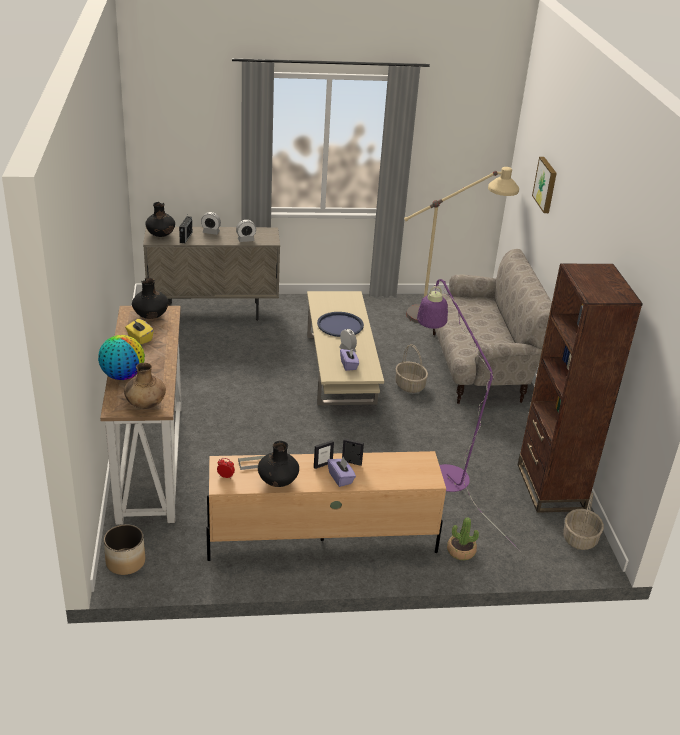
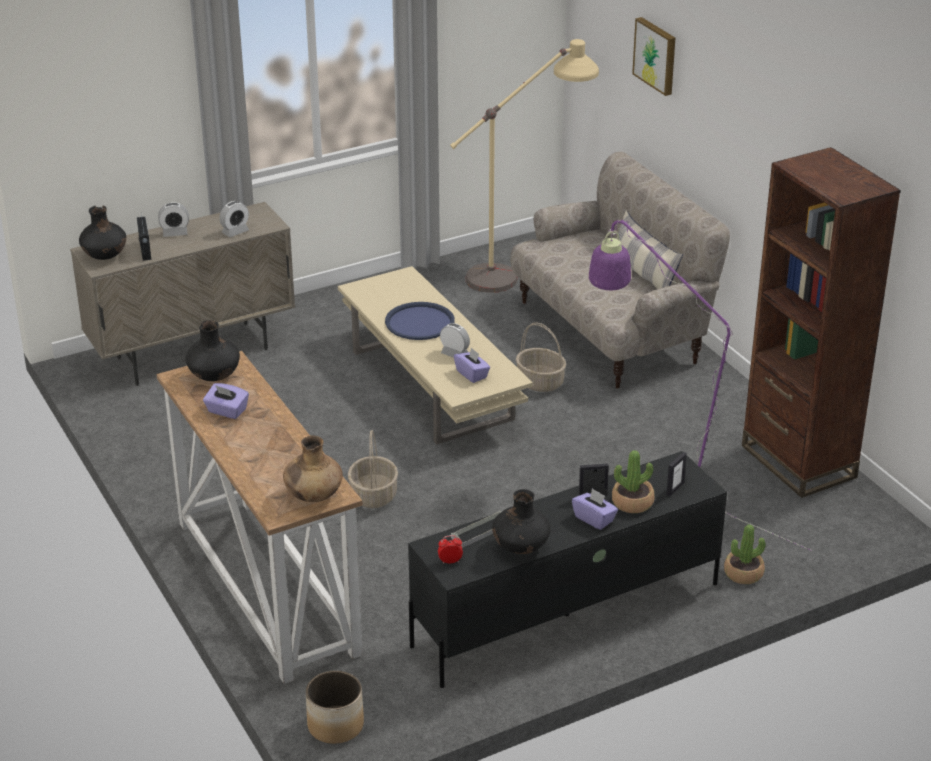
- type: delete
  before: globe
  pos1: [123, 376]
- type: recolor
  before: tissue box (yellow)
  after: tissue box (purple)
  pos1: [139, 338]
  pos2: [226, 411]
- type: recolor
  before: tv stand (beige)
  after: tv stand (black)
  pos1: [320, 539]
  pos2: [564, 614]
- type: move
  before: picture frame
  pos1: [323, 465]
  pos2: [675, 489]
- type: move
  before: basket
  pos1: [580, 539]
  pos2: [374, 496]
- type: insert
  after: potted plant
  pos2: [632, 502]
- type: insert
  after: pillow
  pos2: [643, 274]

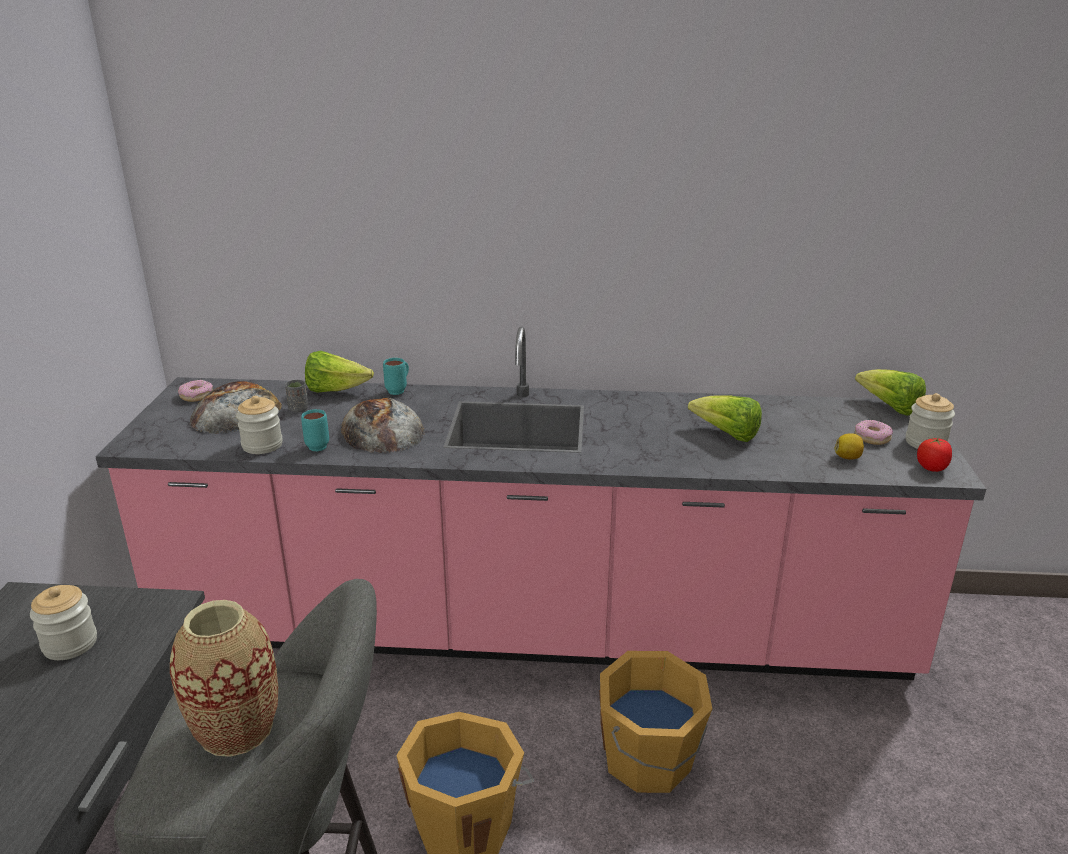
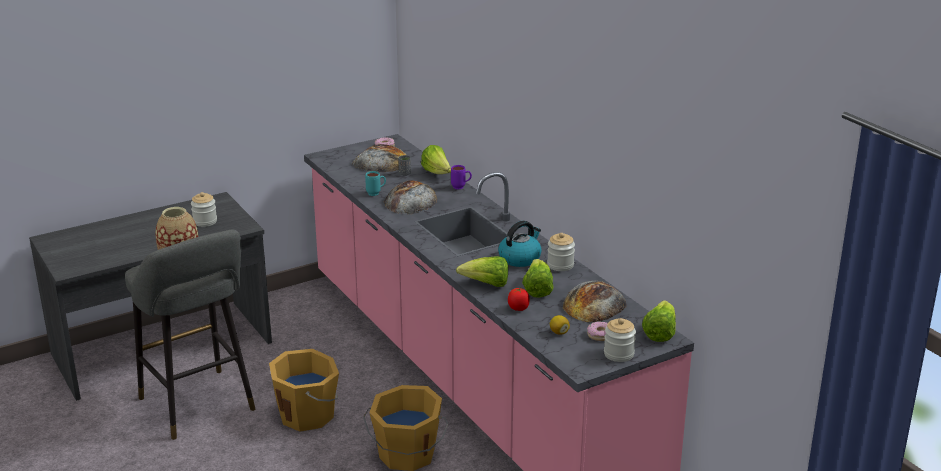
- type: move
  before: jar
  pos1: [262, 445]
  pos2: [560, 265]
- type: recolor
  before: mug (turquoise)
  after: mug (purple)
  pos1: [399, 390]
  pos2: [461, 187]
- type: move
  before: tomato
  pos1: [932, 468]
  pos2: [518, 308]
- type: insert
  after: lettuce
  pos2: [487, 284]
- type: insert
  after: kettle
  pos2: [520, 258]
- type: insert
  after: bread
  pos2: [594, 304]

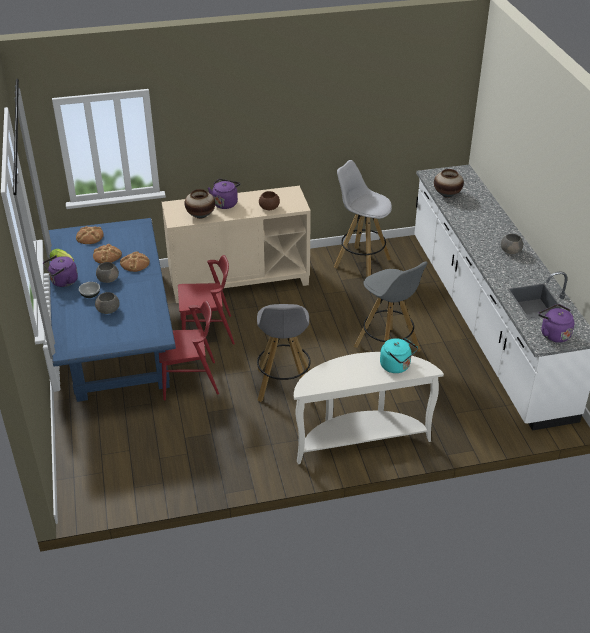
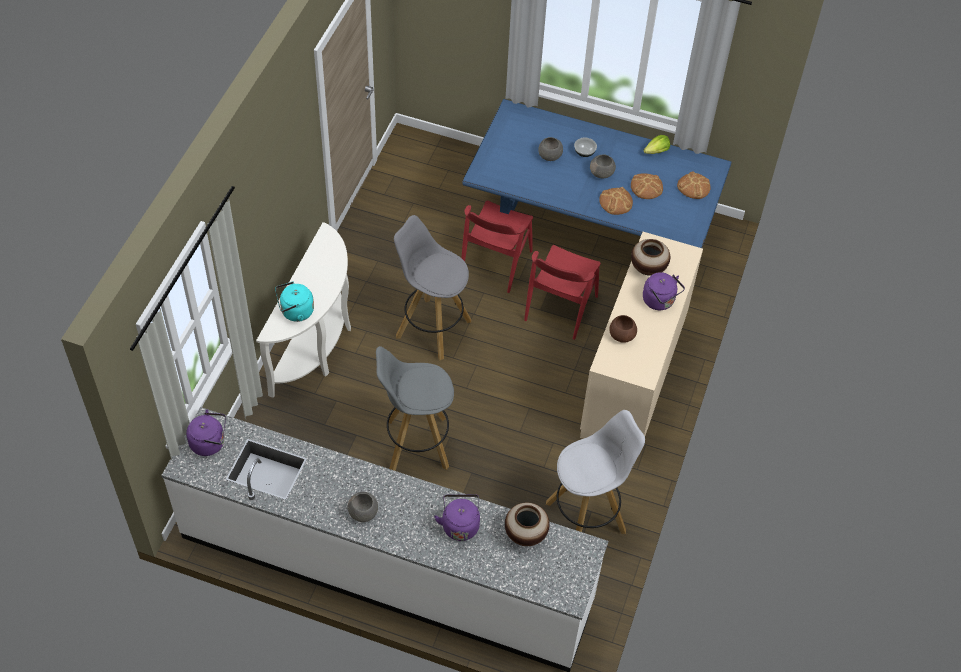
- type: move
  before: kettle (purple)
  pos1: [63, 282]
  pos2: [460, 524]

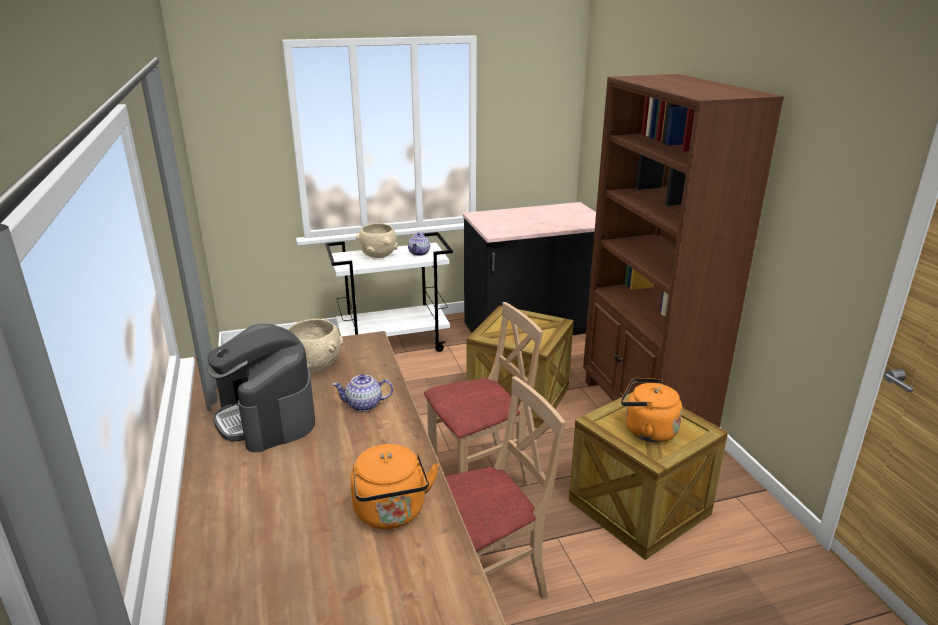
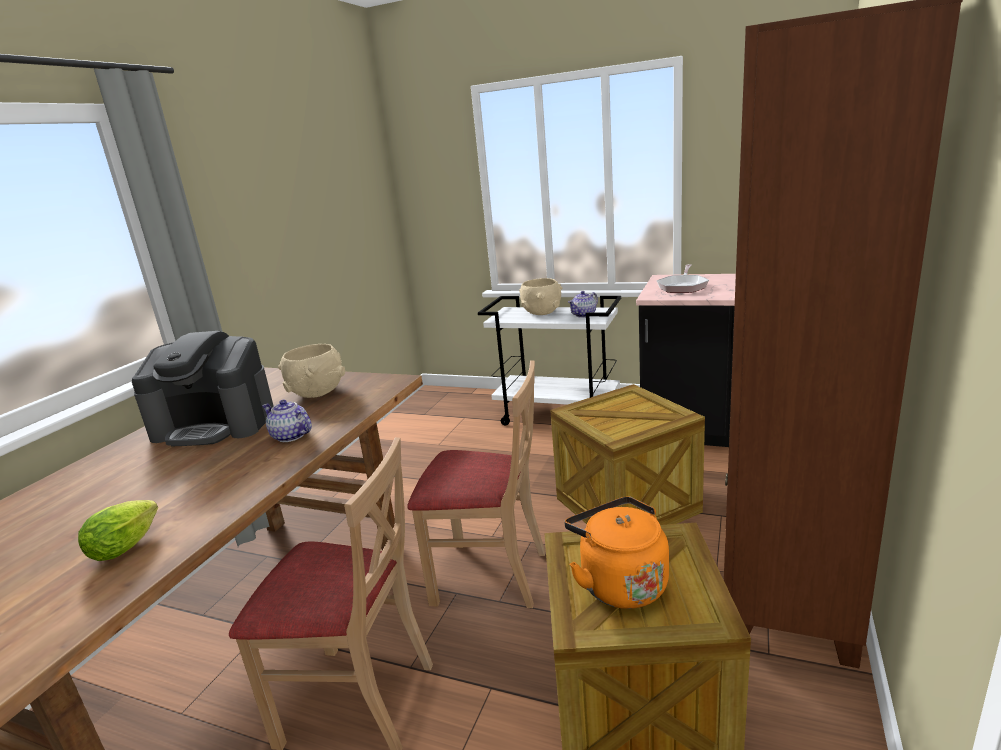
- type: rotate
  before: coffee machine
  pos1: [266, 416]
  pos2: [216, 425]
  turn: -90
- type: replace
  before: kettle (orange)
  after: lettuce
  pos1: [391, 513]
  pos2: [129, 545]
- type: insert
  after: frying pan
  pos2: [682, 287]

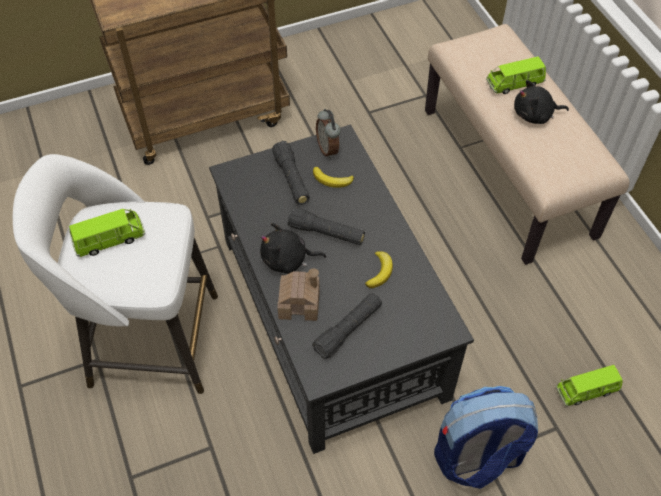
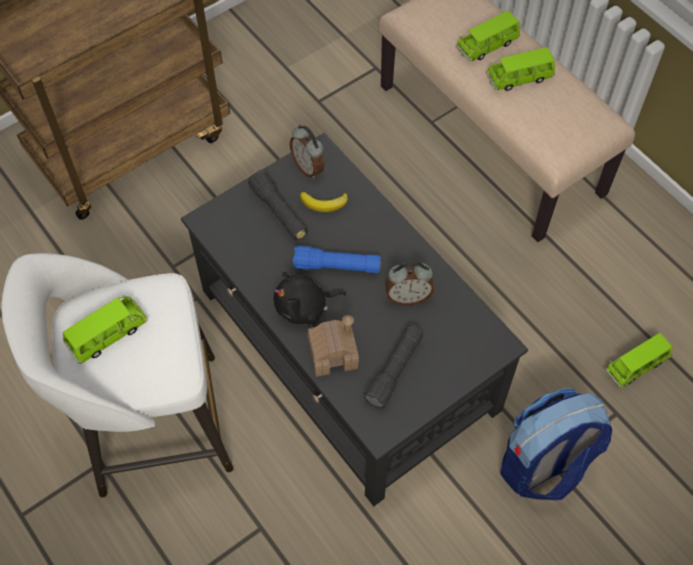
- type: recolor
  before: flashlight (black)
  after: flashlight (blue)
  pos1: [326, 233]
  pos2: [337, 266]
- type: replace
  before: banana
  after: alarm clock
  pos1: [379, 271]
  pos2: [408, 297]
- type: replace
  before: plush toy (black)
  after: toy car (green)
  pos1: [535, 115]
  pos2: [519, 78]

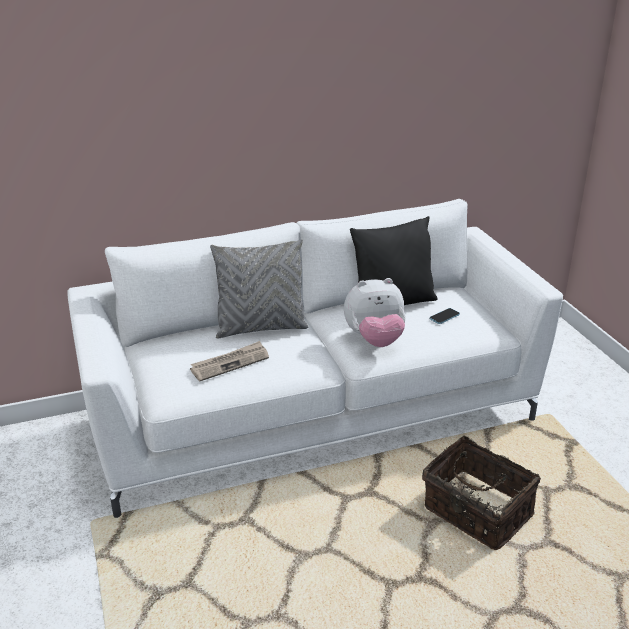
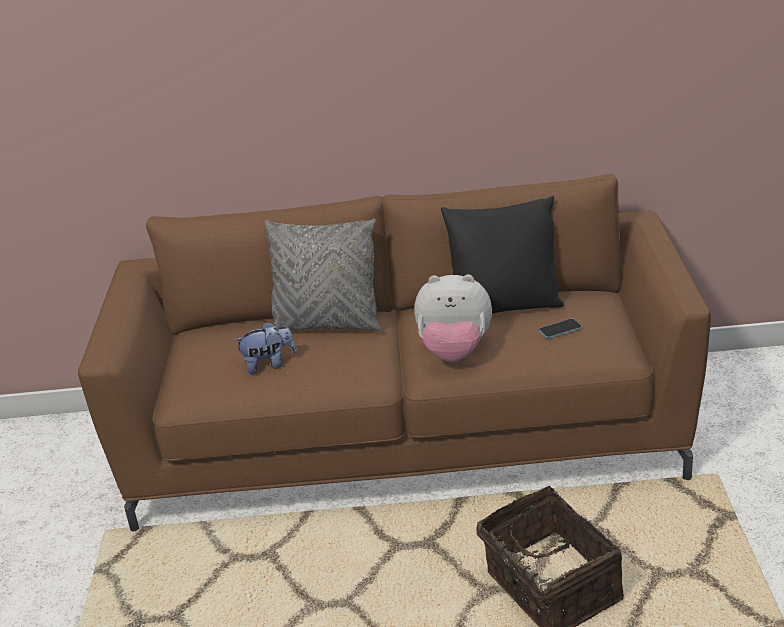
- type: recolor
  before: sofa (white)
  after: sofa (brown)
  pos1: [315, 417]
  pos2: [406, 443]
- type: replace
  before: newspaper
  after: plush toy
  pos1: [230, 363]
  pos2: [269, 365]

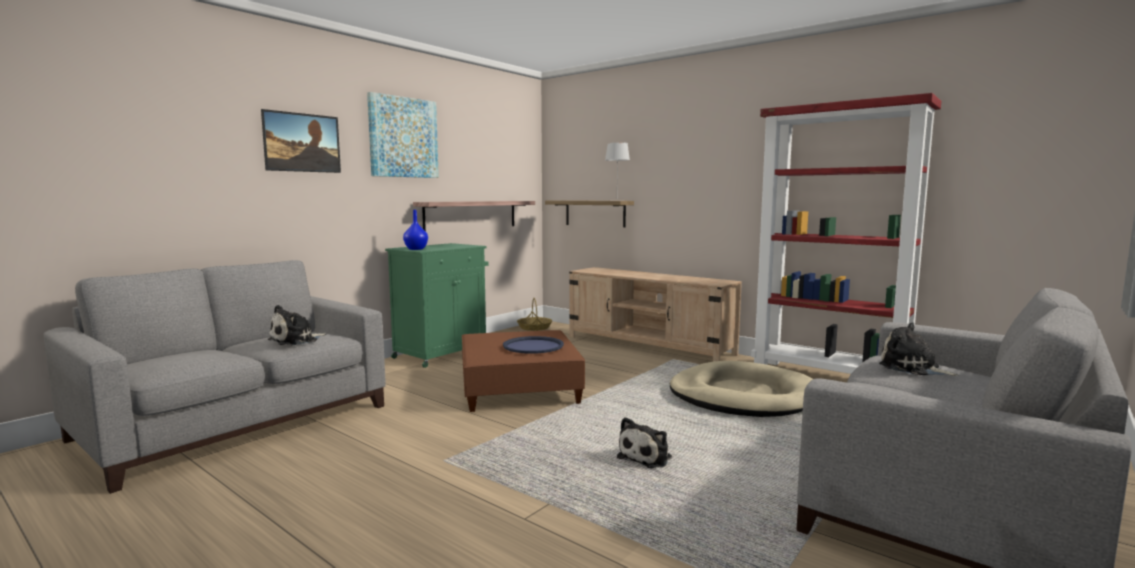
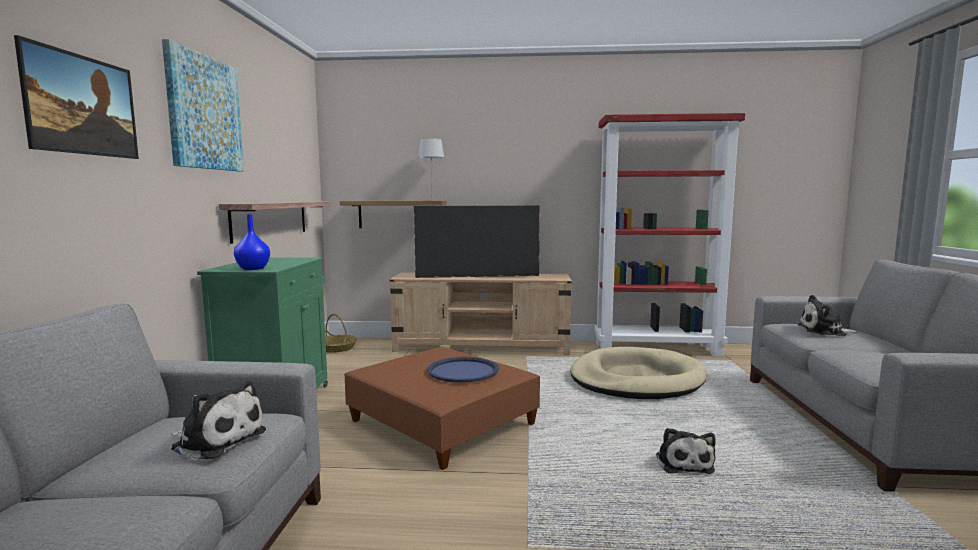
- type: rotate
  before: plush toy
  pos1: [296, 340]
  pos2: [217, 440]
  turn: -75
- type: insert
  after: television
  pos2: [477, 277]

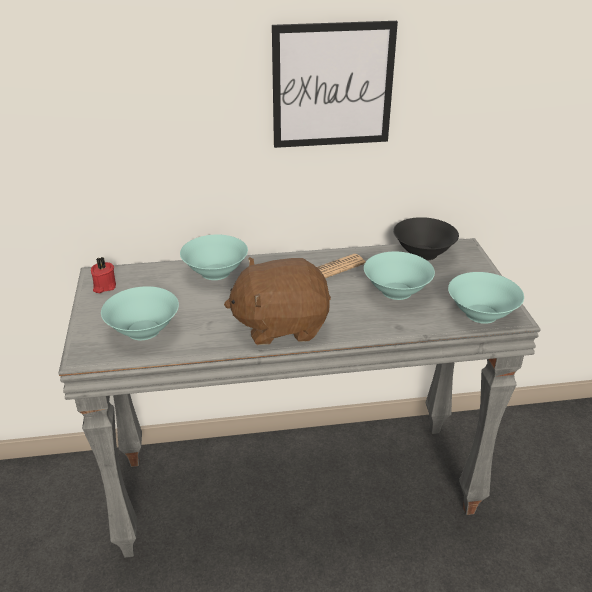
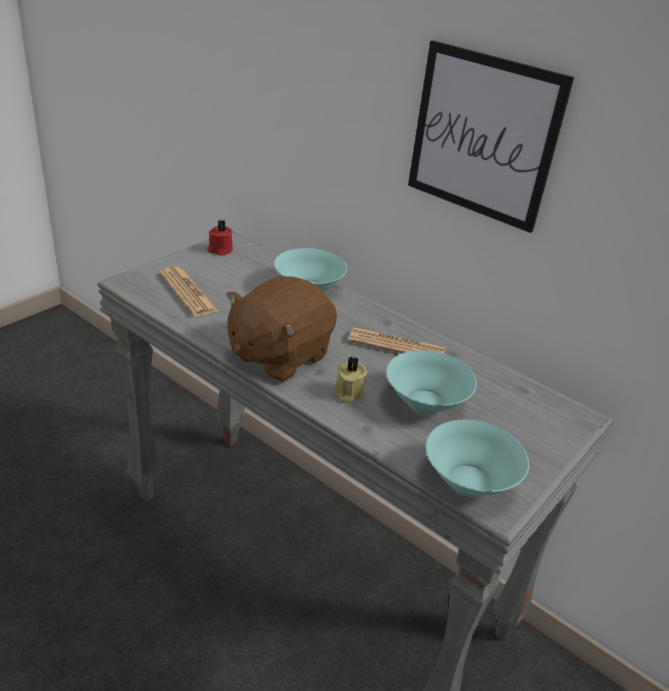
- type: replace
  before: bowl (turquoise)
  after: newspaper
  pos1: [144, 330]
  pos2: [188, 292]
- type: rotate
  before: plush toy (brown)
  pos1: [281, 325]
  pos2: [278, 355]
  turn: -90
- type: delete
  before: bowl (black)
  pos1: [423, 253]
- type: insert
  after: candle (beige)
  pos2: [348, 393]

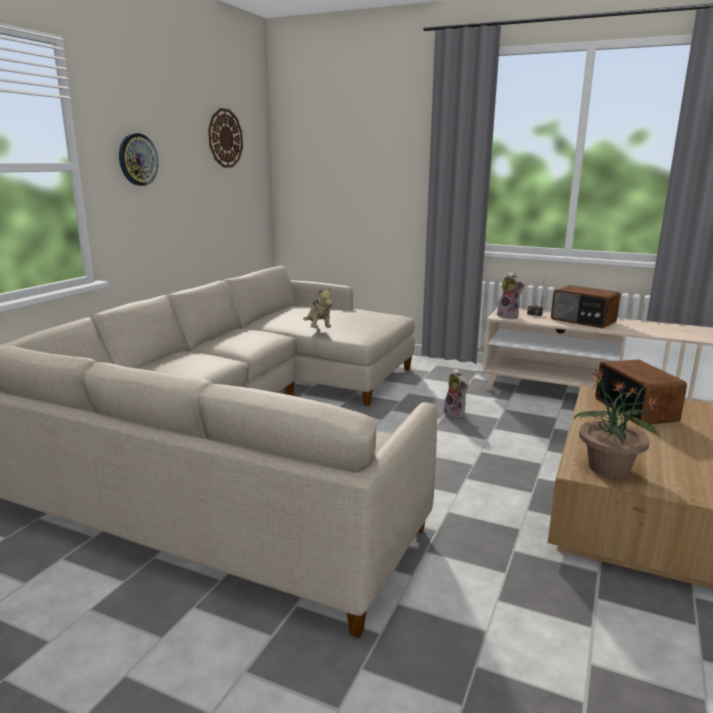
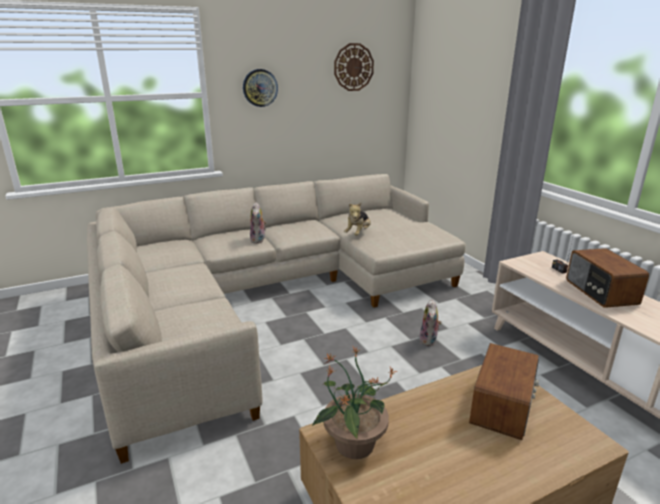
- type: move
  before: plush toy
  pos1: [509, 316]
  pos2: [259, 240]

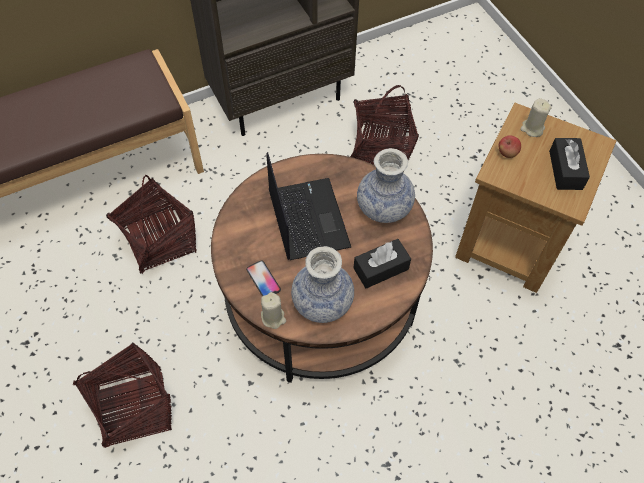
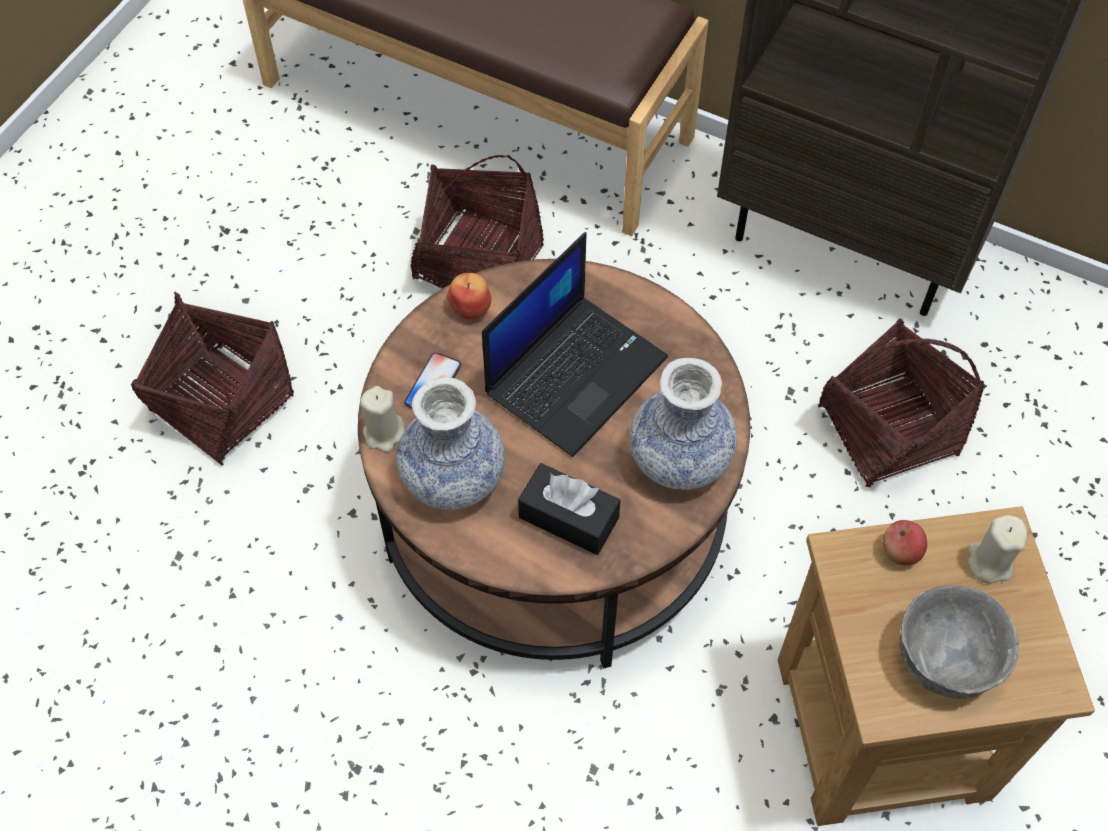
- type: replace
  before: tissue box (black)
  after: bowl (grey)
  pos1: [565, 170]
  pos2: [947, 659]
- type: insert
  after: apple
  pos2: [471, 307]

